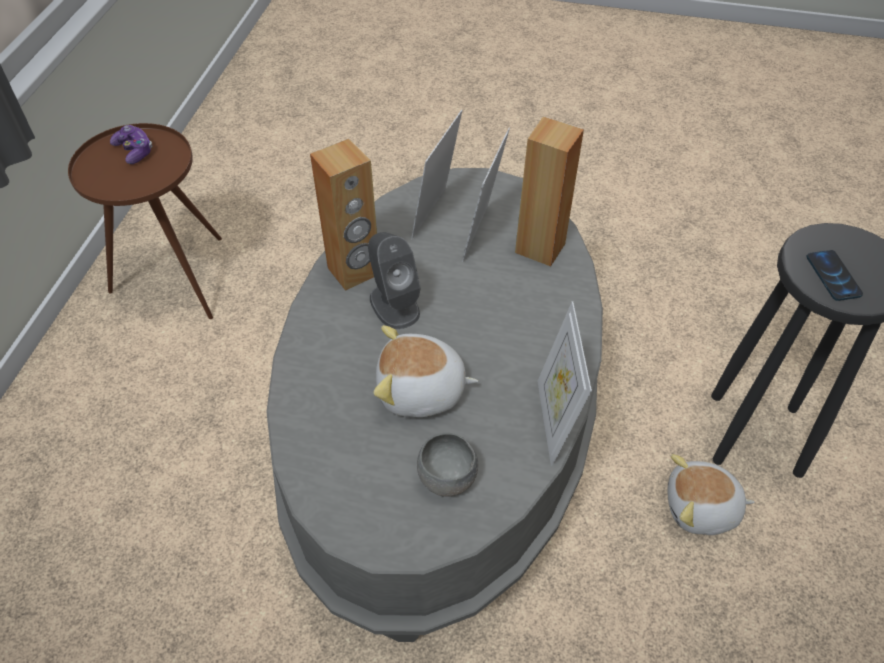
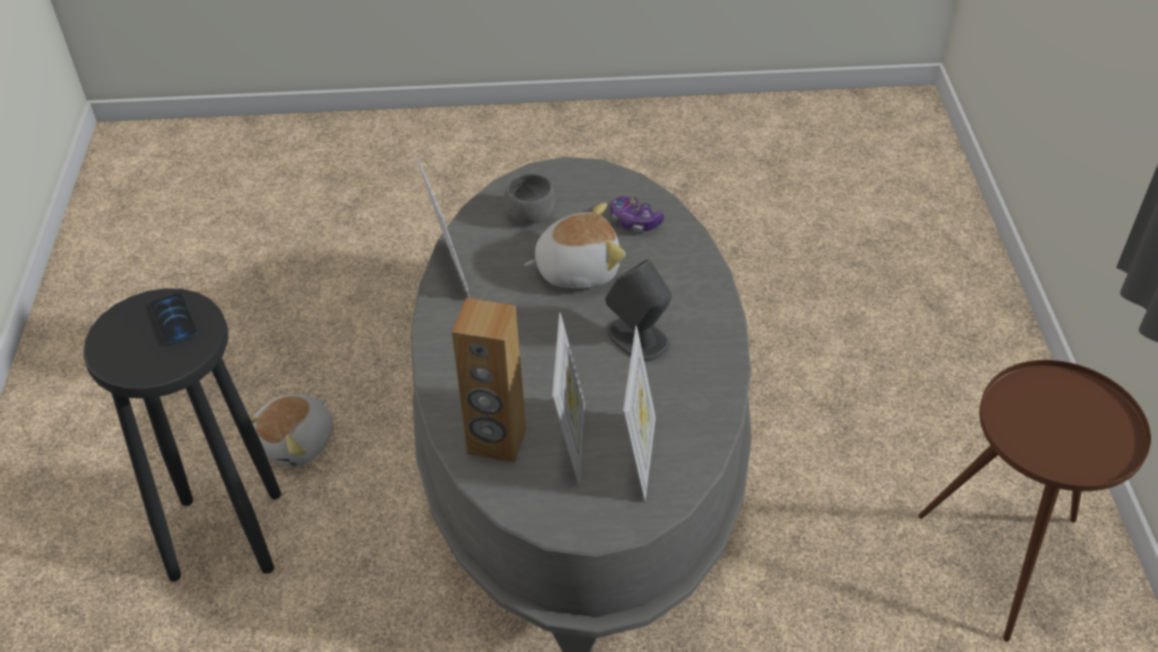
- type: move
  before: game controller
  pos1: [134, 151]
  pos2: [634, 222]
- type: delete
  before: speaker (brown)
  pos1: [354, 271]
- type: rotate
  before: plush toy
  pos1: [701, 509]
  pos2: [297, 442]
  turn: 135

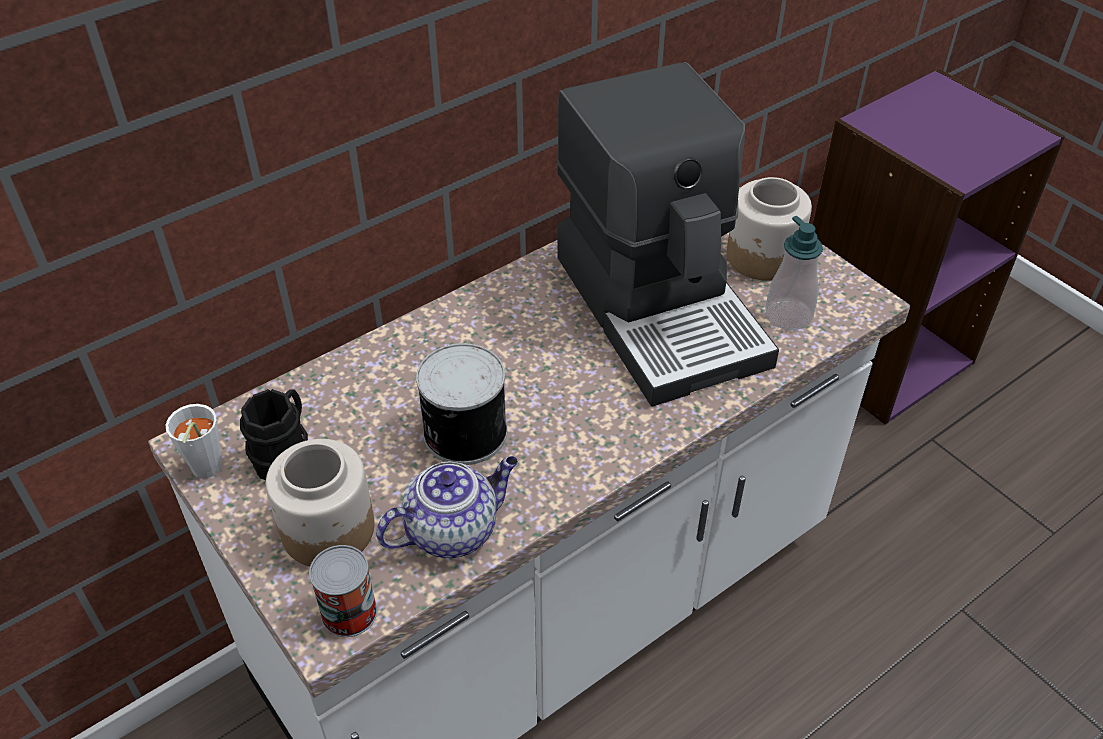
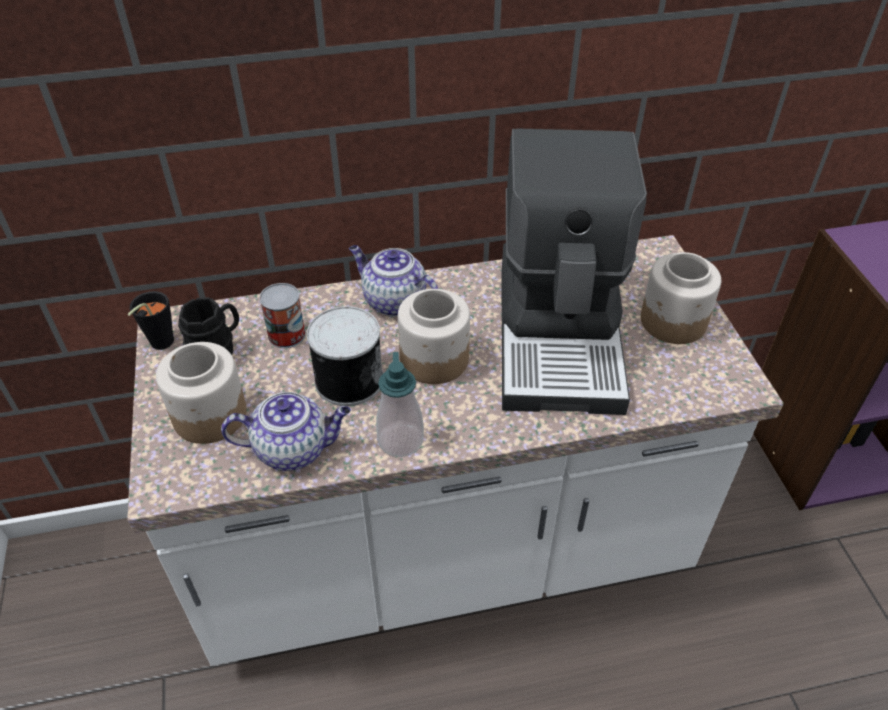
- type: recolor
  before: cup (white)
  after: cup (black)
  pos1: [204, 472]
  pos2: [158, 345]
- type: move
  before: can
  pos1: [349, 612]
  pos2: [286, 334]
- type: move
  before: soap dispenser
  pos1: [788, 315]
  pos2: [400, 440]
- type: insert
  after: teapot
  pos2: [393, 301]
- type: insert
  after: jar
  pos2: [433, 360]

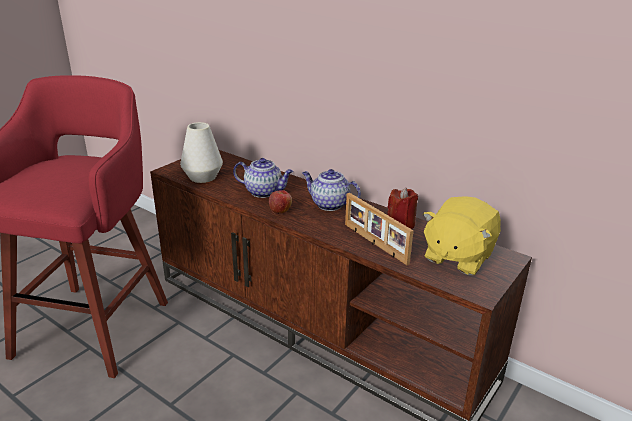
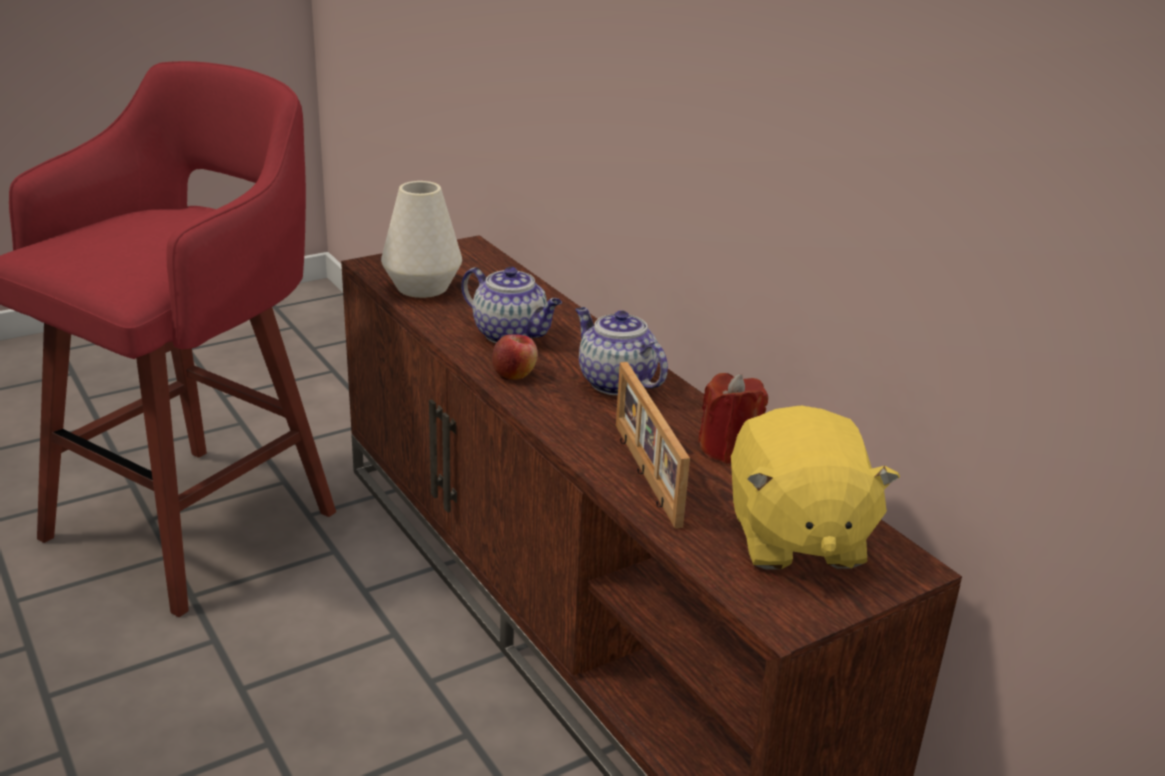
- type: rotate
  before: plush toy (yellow)
  pos1: [457, 256]
  pos2: [794, 537]
  turn: -60

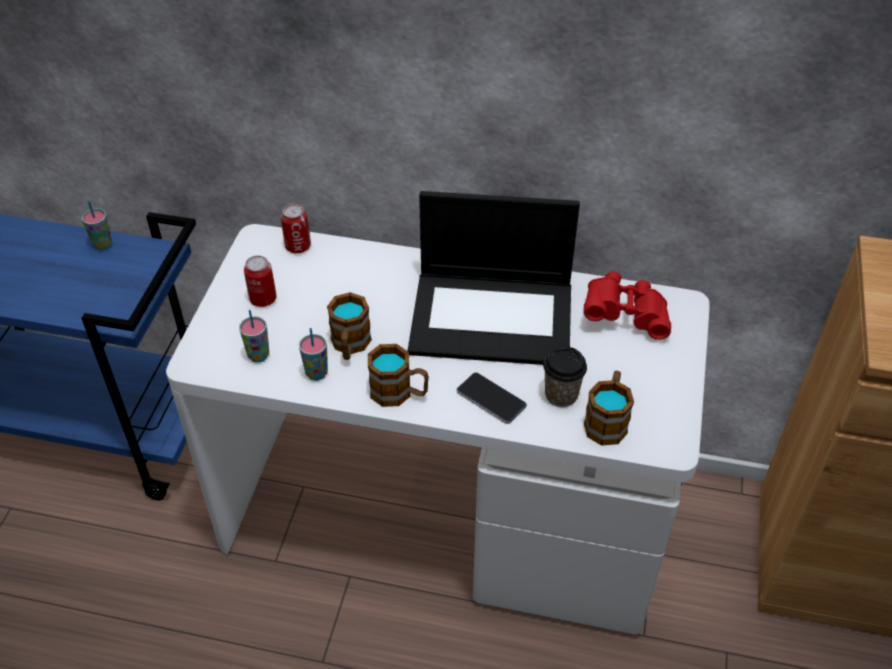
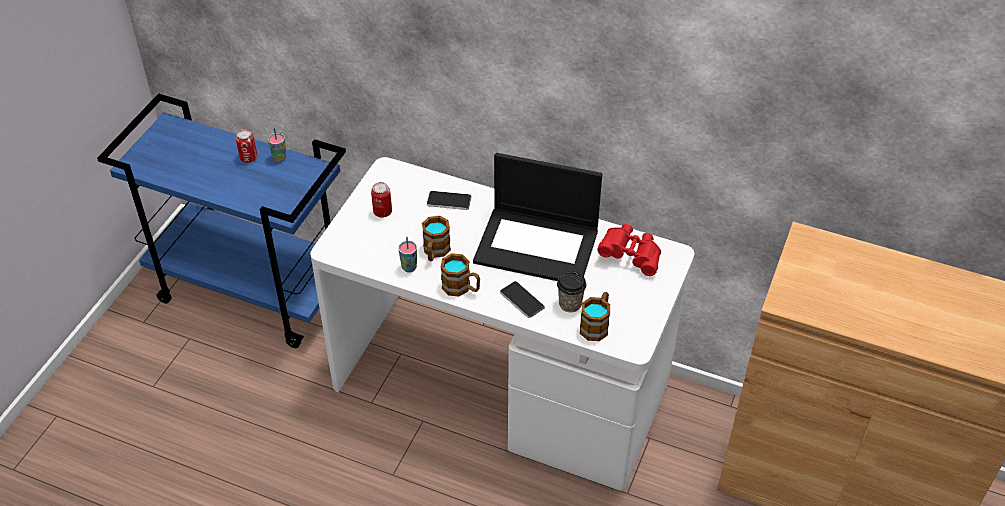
- type: delete
  before: cup
  pos1: [258, 356]
- type: move
  before: can
  pos1: [298, 246]
  pos2: [248, 158]
- type: insert
  after: phone
  pos2: [449, 201]

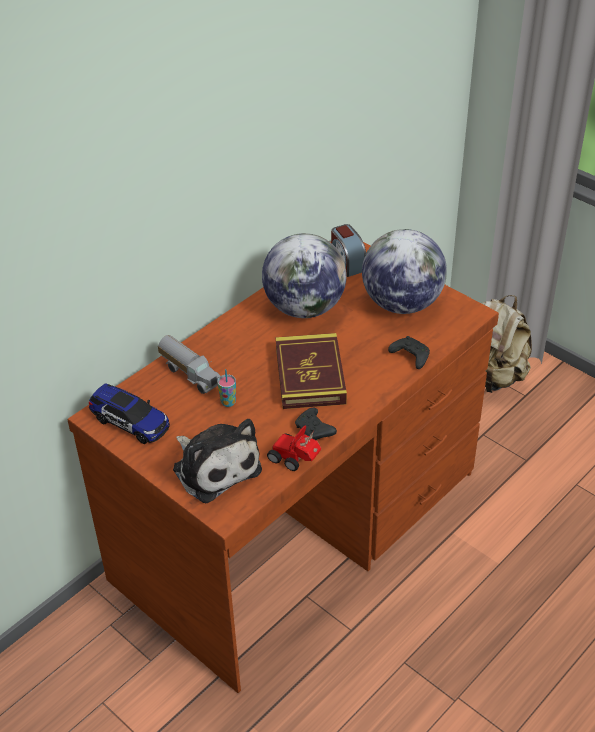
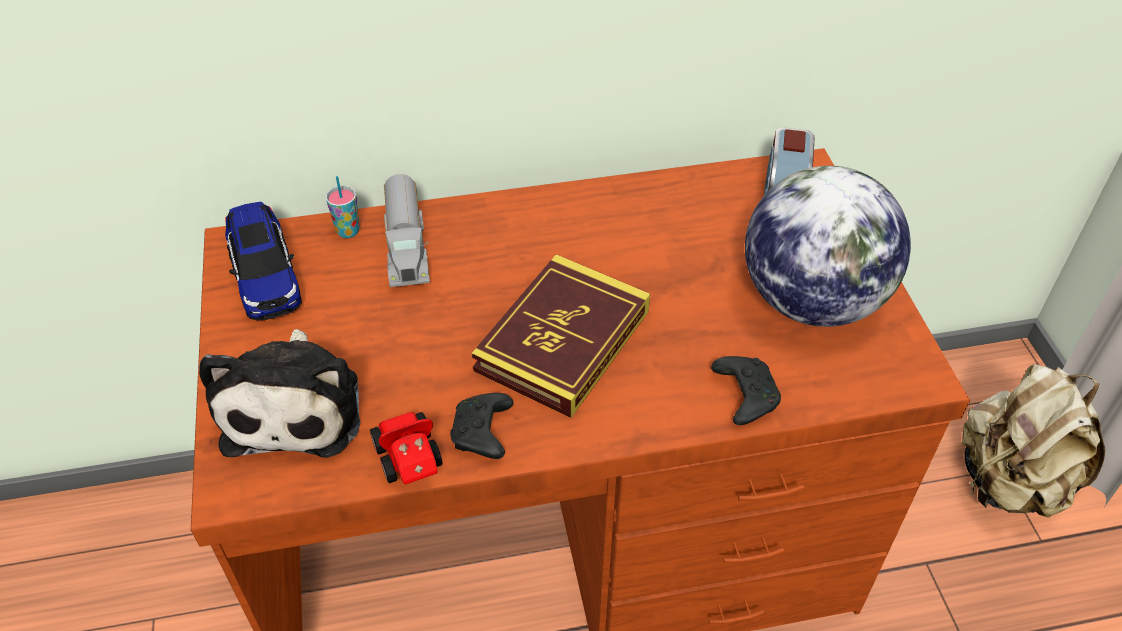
- type: move
  before: cup
  pos1: [228, 402]
  pos2: [348, 231]
- type: delete
  before: globe
  pos1: [304, 308]

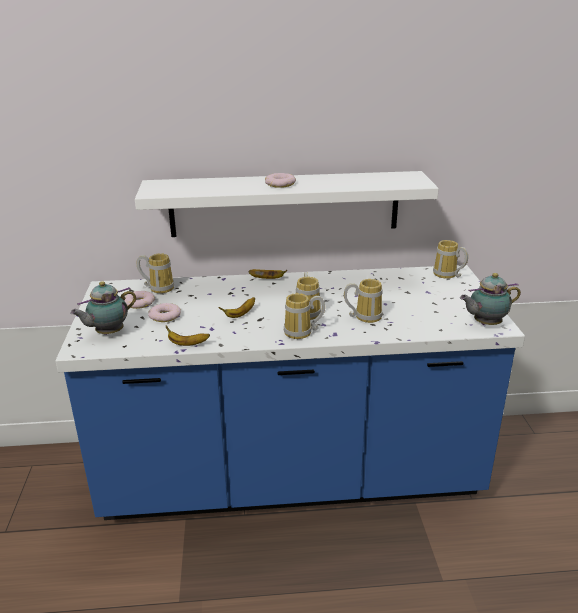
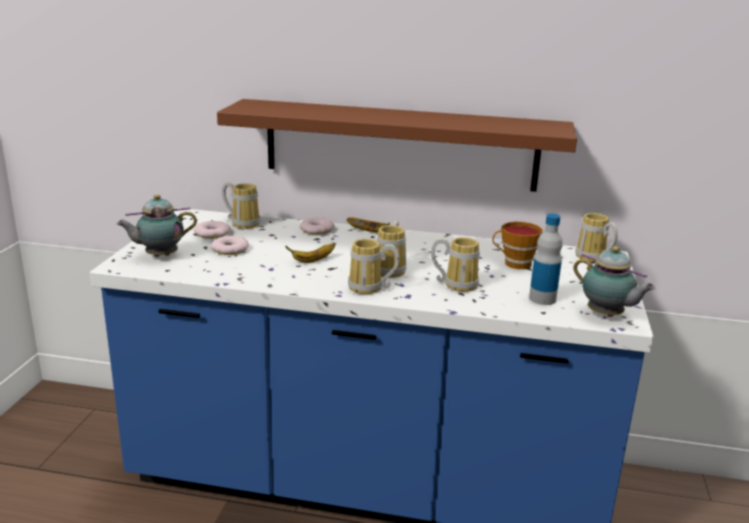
- type: recolor
  before: shelf (white)
  after: shelf (brown)
  pos1: [284, 204]
  pos2: [400, 145]
- type: delete
  before: banana
  pos1: [187, 344]
- type: move
  before: donut
  pos1: [280, 184]
  pos2: [317, 230]
- type: rotate
  before: teapot
  pos1: [485, 324]
  pos2: [606, 315]
  turn: -135
- type: insert
  after: cup
  pos2: [514, 264]
- type: insert
  after: bottle
  pos2: [542, 299]

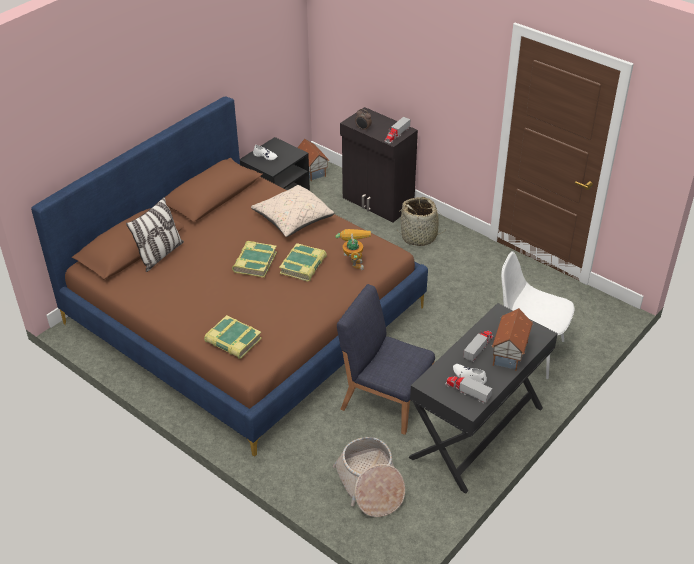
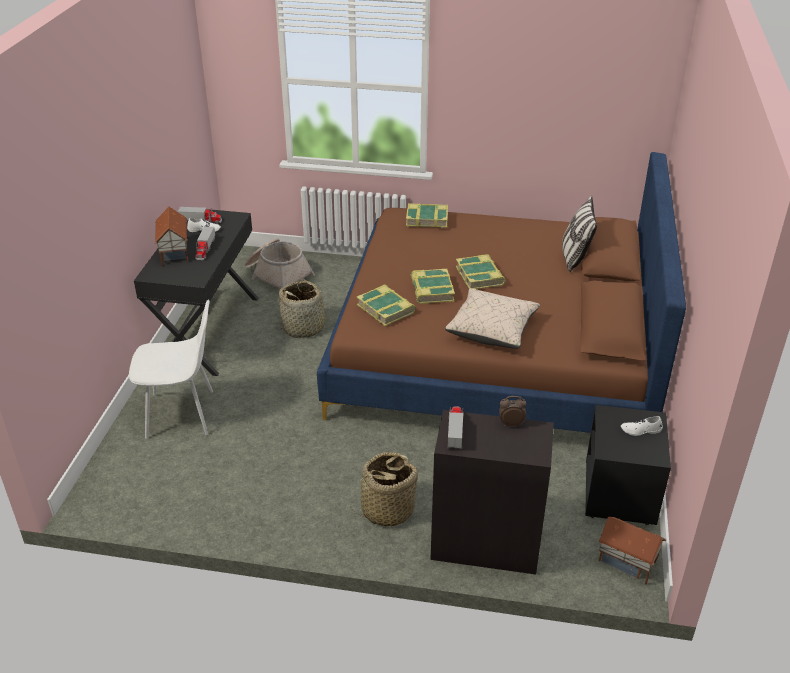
- type: replace
  before: toy robot
  after: book
  pos1: [353, 261]
  pos2: [386, 309]
- type: replace
  before: chair (blue)
  after: basket
  pos1: [385, 400]
  pos2: [304, 327]

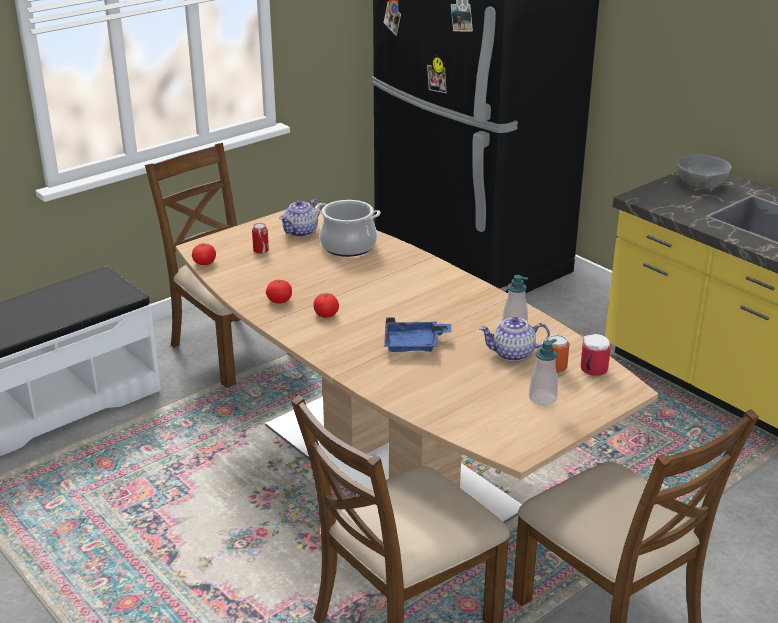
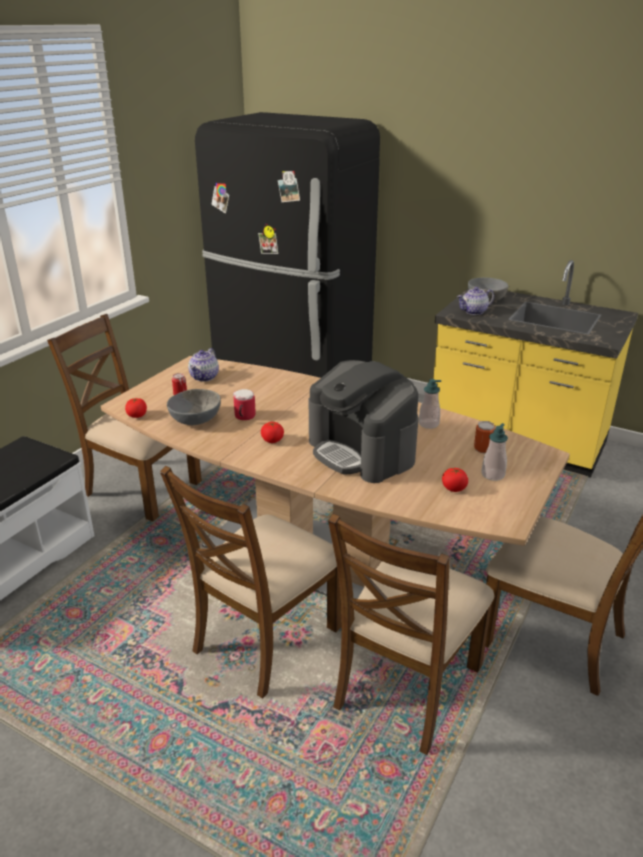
- type: move
  before: tomato
  pos1: [279, 300]
  pos2: [454, 488]
- type: delete
  before: cooking pot
  pos1: [348, 246]
- type: replace
  before: tray (blue)
  after: coffee machine
  pos1: [414, 344]
  pos2: [362, 451]
- type: move
  before: teapot
  pos1: [512, 354]
  pos2: [474, 312]
- type: move
  before: mug
  pos1: [591, 370]
  pos2: [243, 417]
- type: insert
  after: chair (brown)
  pos2: [265, 639]
- type: insert
  after: bowl (grey)
  pos2: [195, 419]

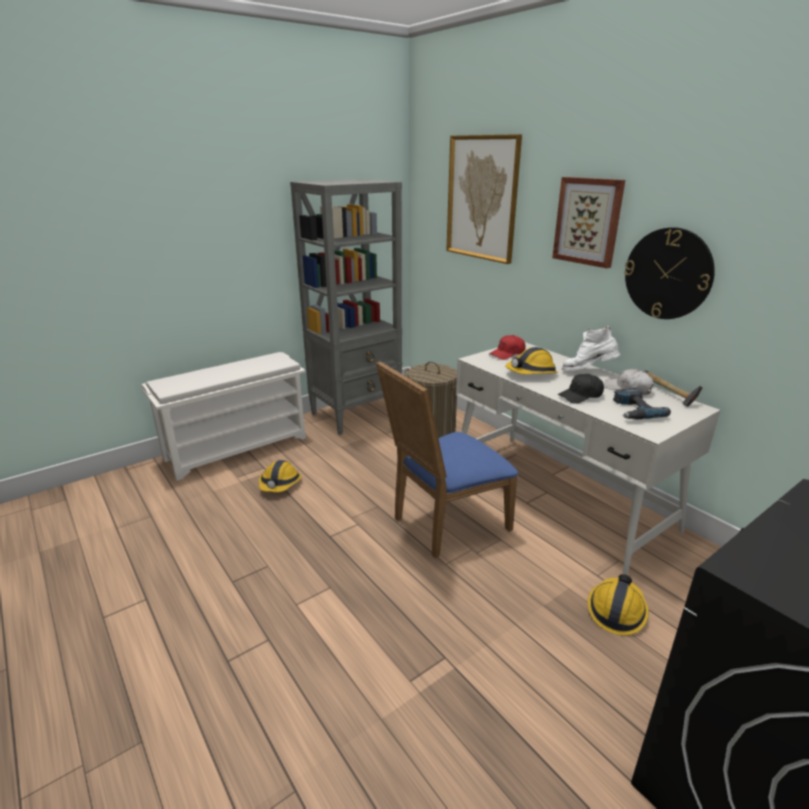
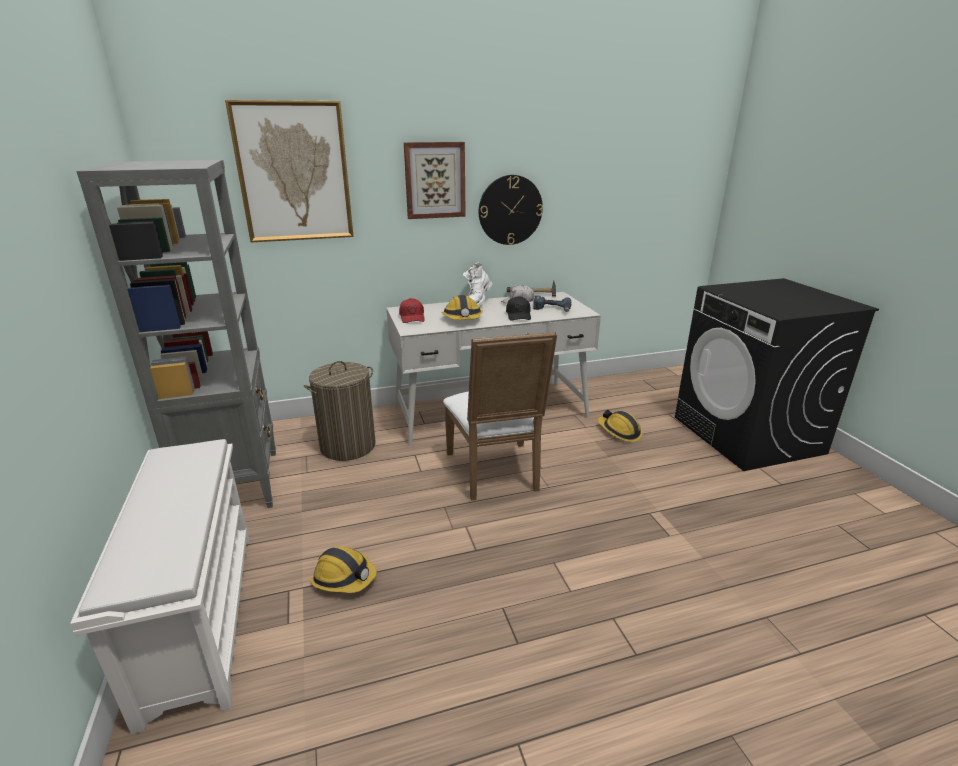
- type: recolor
  before: chair (blue)
  after: chair (white)
  pos1: [444, 524]
  pos2: [496, 474]

